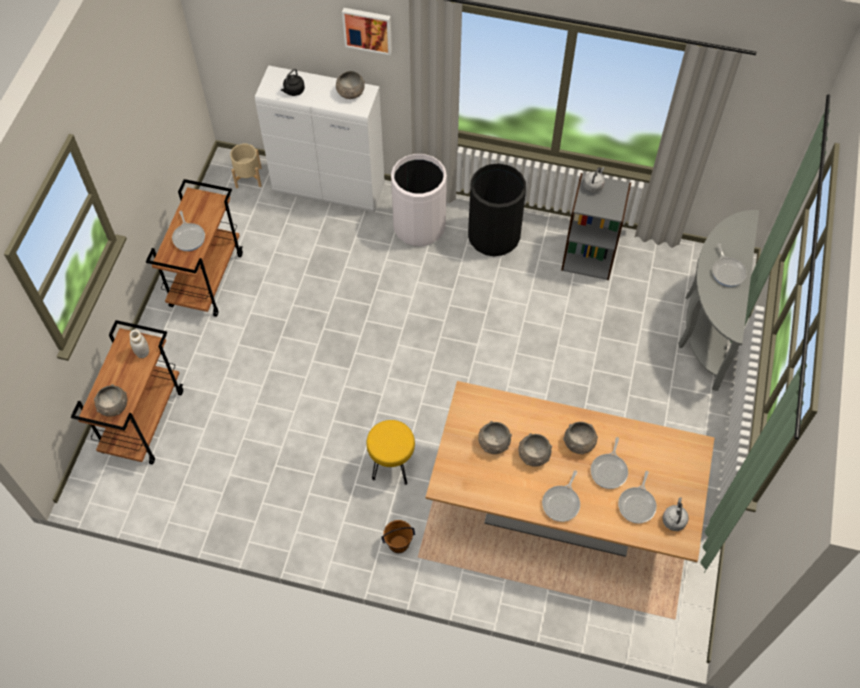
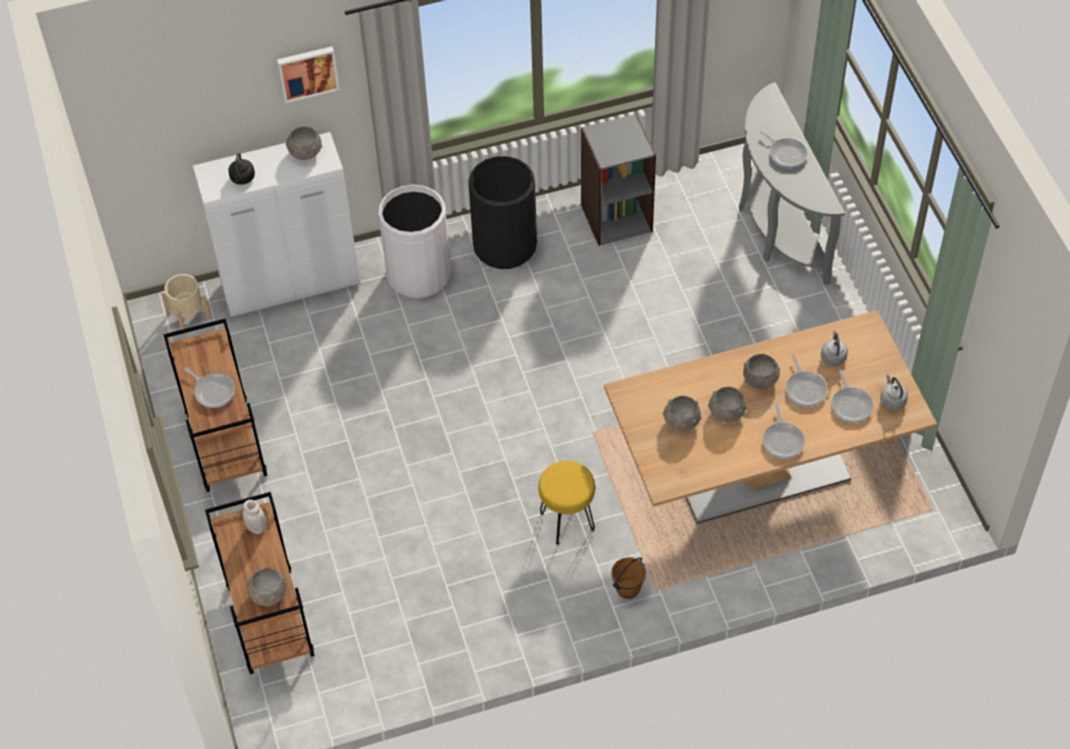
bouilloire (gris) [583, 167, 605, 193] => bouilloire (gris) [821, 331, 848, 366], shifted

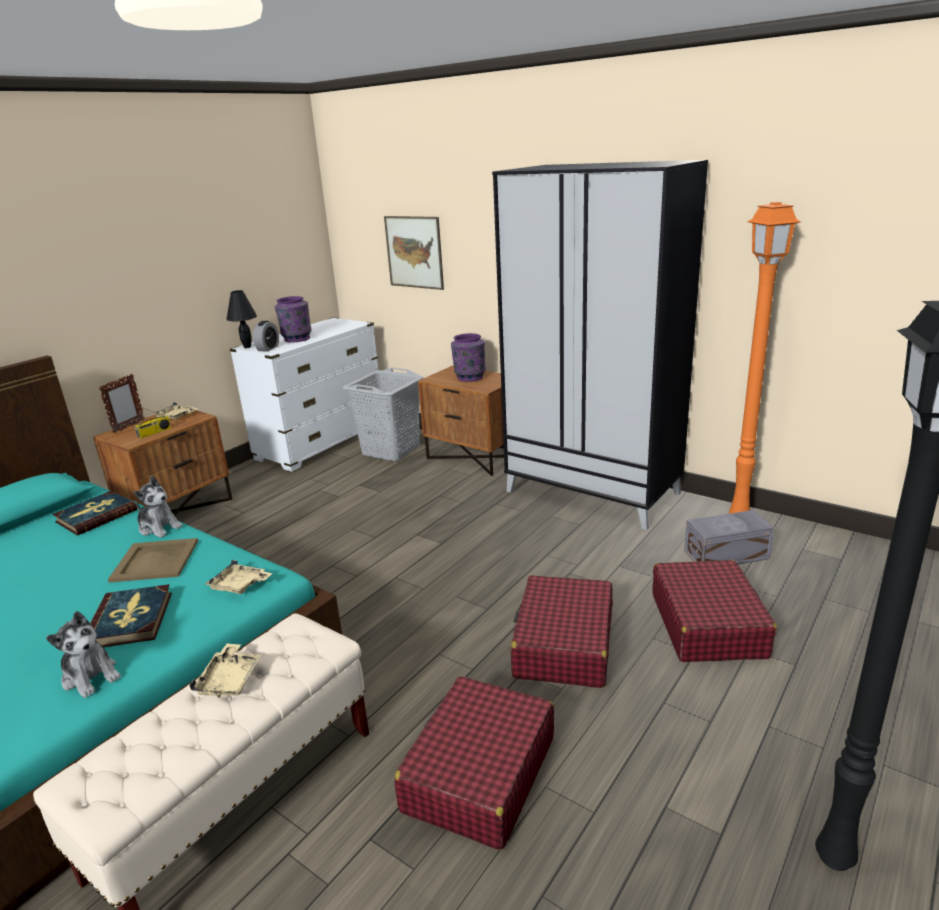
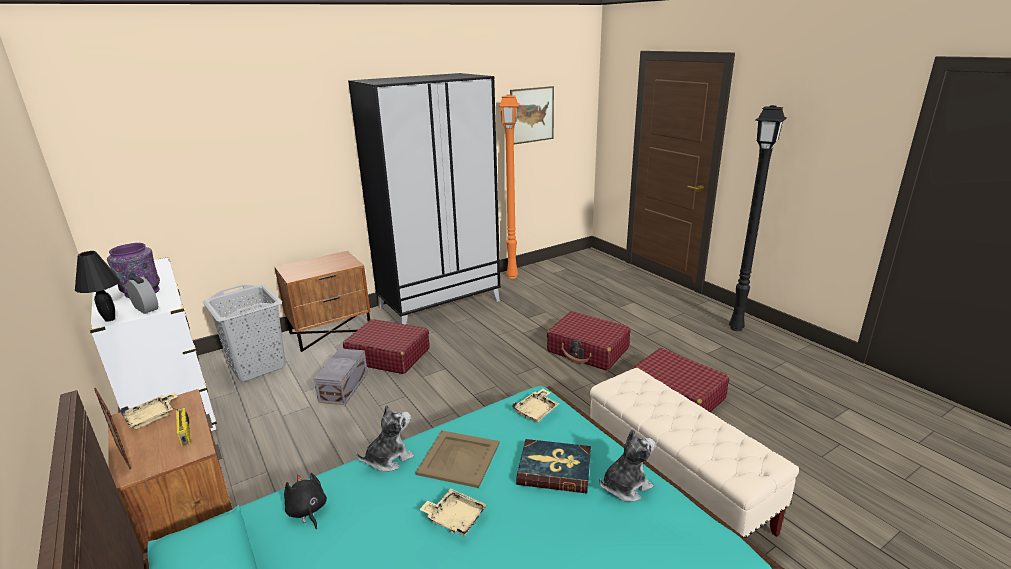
livre [53, 491, 137, 536] => peluche (noir) [284, 473, 327, 529]
boîte de rangement (gris) [684, 510, 774, 564] => boîte de rangement (gris) [314, 348, 368, 405], shifted
valise (rouge) [653, 560, 777, 662] => valise (rouge) [343, 319, 430, 374], shifted
plateau (beige) [189, 643, 262, 697] => plateau (beige) [419, 488, 487, 536], shifted
tableau [384, 216, 444, 290] => tableau [510, 86, 554, 145], shifted
vase (violet) [451, 333, 486, 382] => nothing

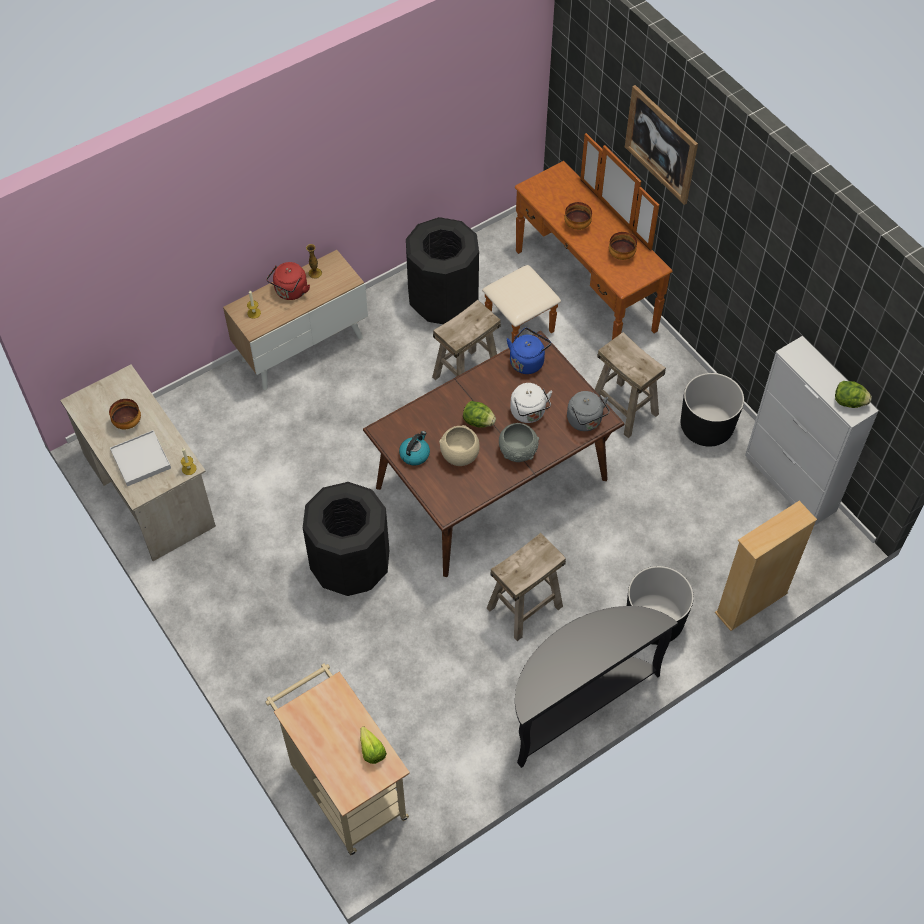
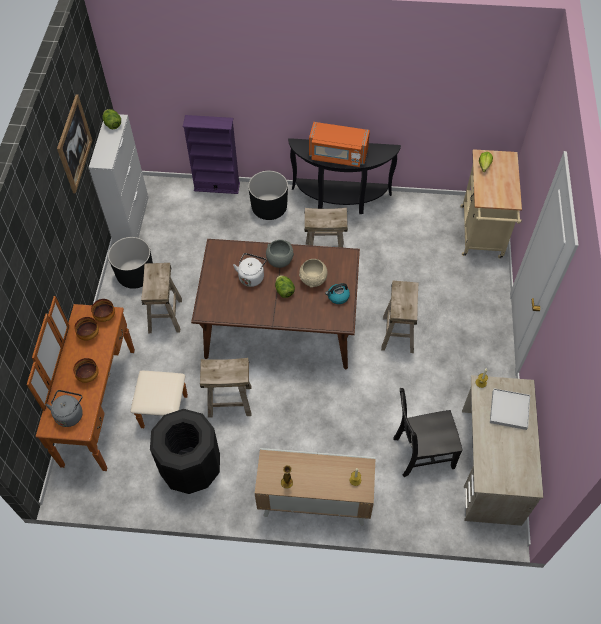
bouilloire (gris) [567, 391, 610, 431] => bouilloire (gris) [46, 390, 83, 427], shifted
tableau [625, 85, 698, 205] => tableau [57, 94, 92, 193], shifted
bol [109, 399, 141, 429] => bol [91, 299, 115, 322], shifted
bibliothèque (beige) [715, 501, 817, 631] => bibliothèque (violet) [182, 115, 240, 194]
nothing => micro-ondes (orange) [309, 122, 370, 167]
poubelle (noir) [303, 482, 389, 596] => tabouret (beige) [381, 281, 418, 353]
nothing => chaise (noir) [394, 388, 463, 477]
bouilloire (rouge) [266, 262, 310, 300] => nothing
bouilloire (bleu) [507, 328, 551, 374] => nothing

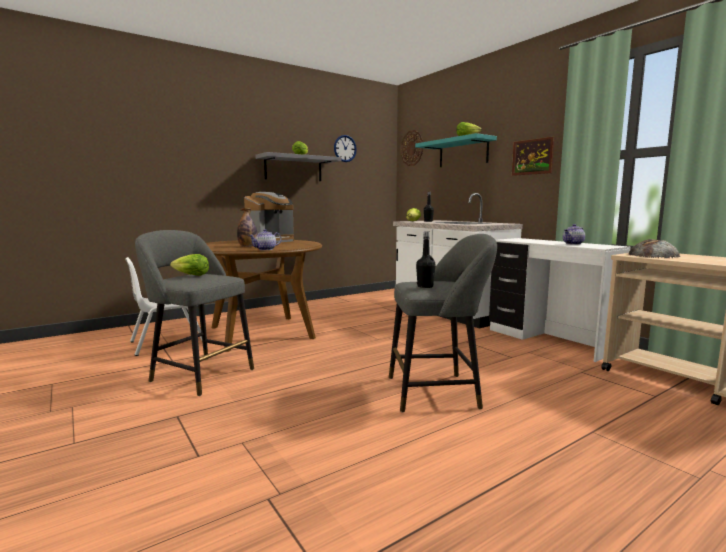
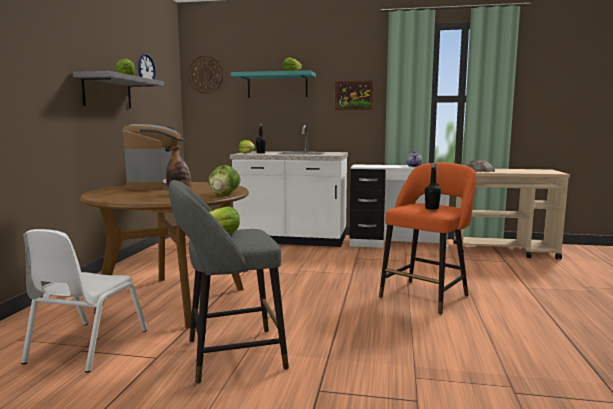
théière [248, 229, 281, 250] => laitue [208, 165, 241, 195]
tabouret (gris) [389, 234, 497, 412] => tabouret (orange) [379, 162, 476, 315]

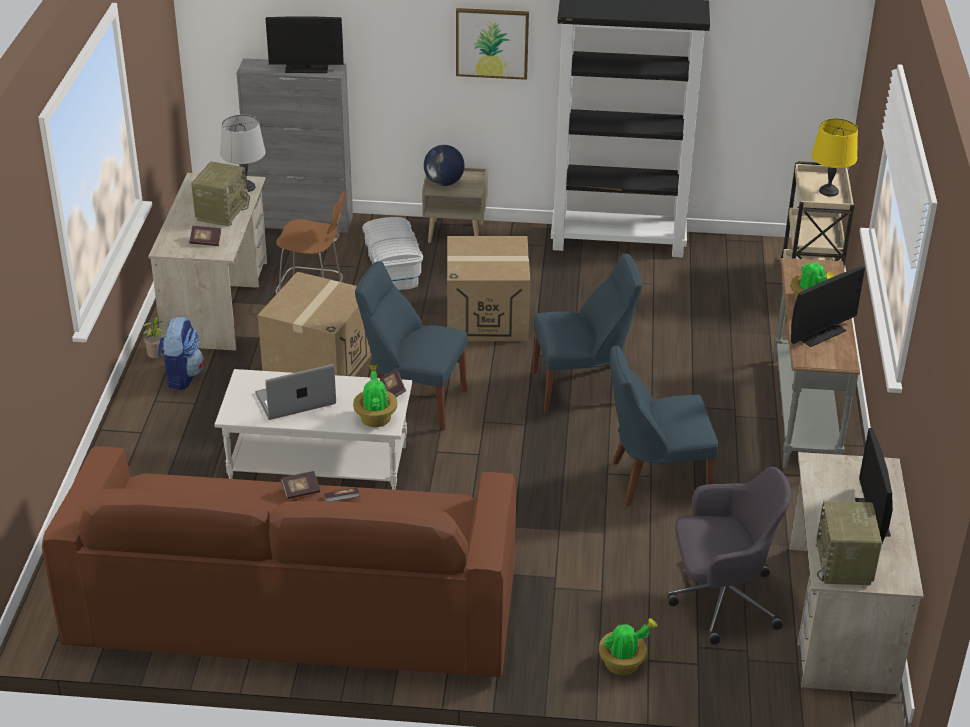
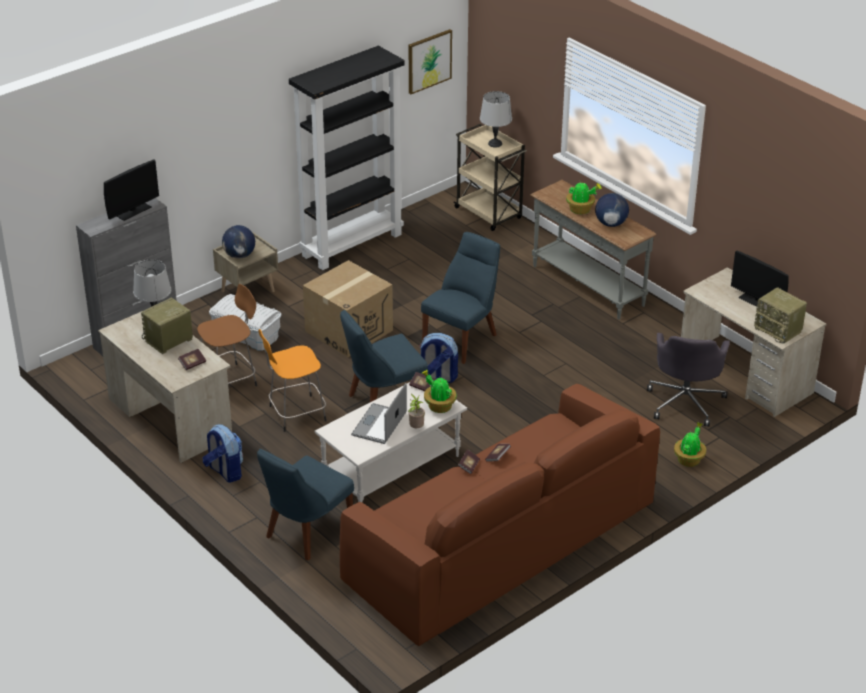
radio [191, 162, 250, 226] => radio [141, 298, 193, 354], 105 degrees counterclockwise
chaise (bleu) [610, 346, 718, 506] => chaise (bleu) [257, 449, 354, 560], shifted
carton [258, 272, 371, 376] => tabouret (orange) [258, 329, 327, 432]
plante en pot [143, 317, 164, 358] => plante en pot [408, 393, 425, 428], shifted
tableau [456, 8, 529, 80] => tableau [409, 29, 452, 94], shifted
nothing => sac à dos [420, 333, 458, 383]
lampe de table (jaune) [811, 118, 858, 197] => lampe de table (gris) [480, 91, 512, 147]
écran d'ordinateur [791, 266, 865, 347] => globe [595, 193, 629, 227]
chaise de bureau (gris) [668, 467, 791, 644] => chaise de bureau (gris) [647, 333, 730, 427], 150 degrees clockwise

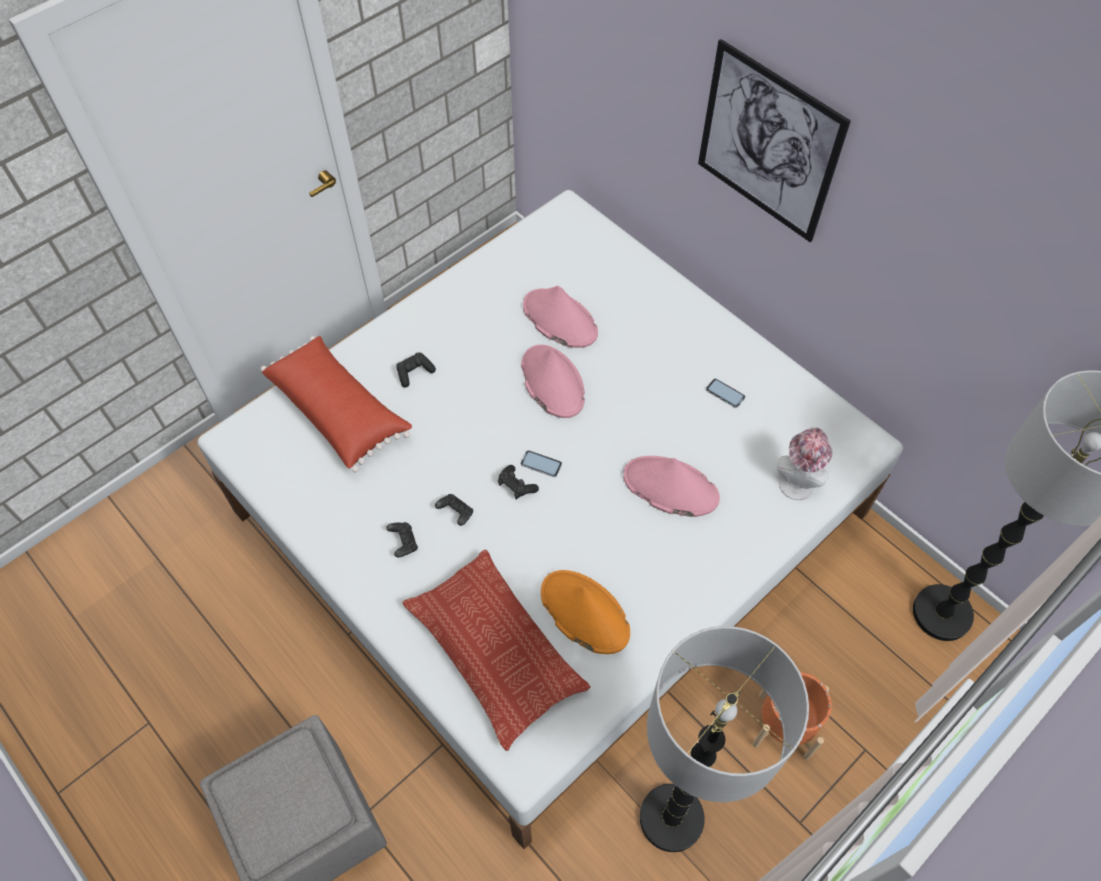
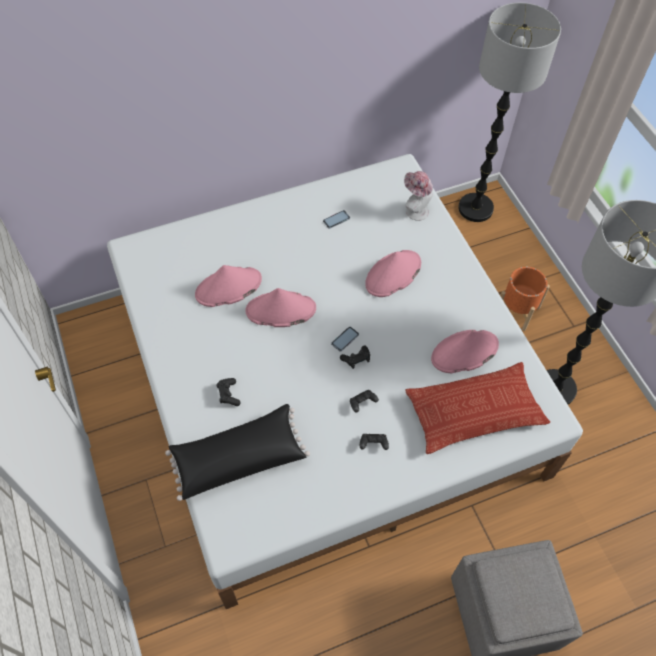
coussin (rouge) [261, 336, 412, 472] => coussin (noir) [165, 404, 310, 501]
chapeau (orange) [541, 570, 630, 654] => chapeau (rose) [431, 330, 499, 373]
tableau [698, 39, 851, 242] => nothing

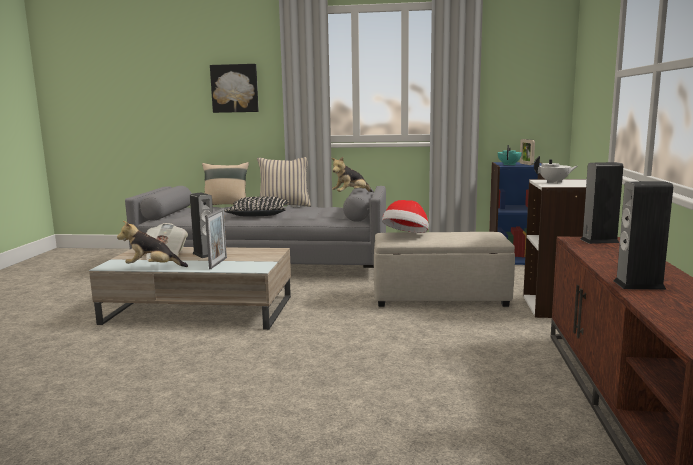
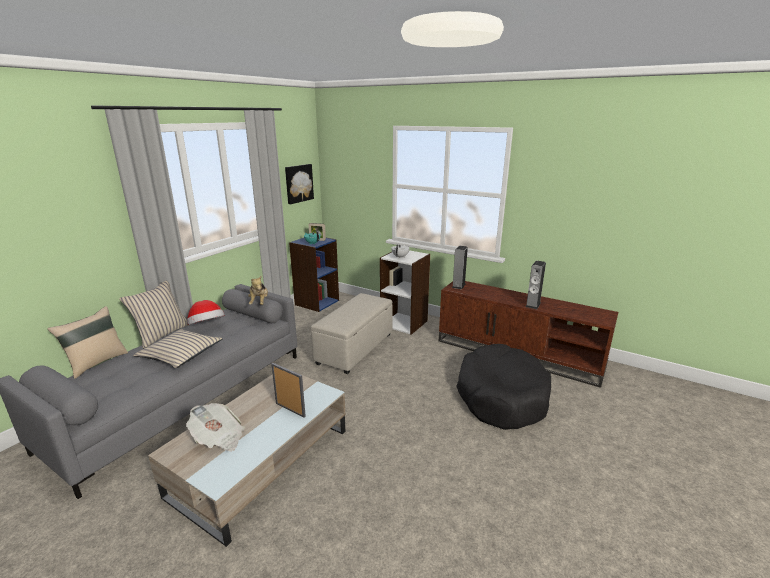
coussin (noir) [224, 196, 289, 216] => coussin (beige) [133, 329, 223, 368]
chapeau [382, 200, 429, 233] => chapeau [187, 300, 224, 325], shifted
tableau [210, 64, 259, 113] => tableau [285, 164, 314, 204], shifted
nothing => panier pour chien (noir) [456, 344, 551, 430]
peluche [117, 221, 188, 267] => nothing
enceinte [190, 193, 213, 258] => nothing

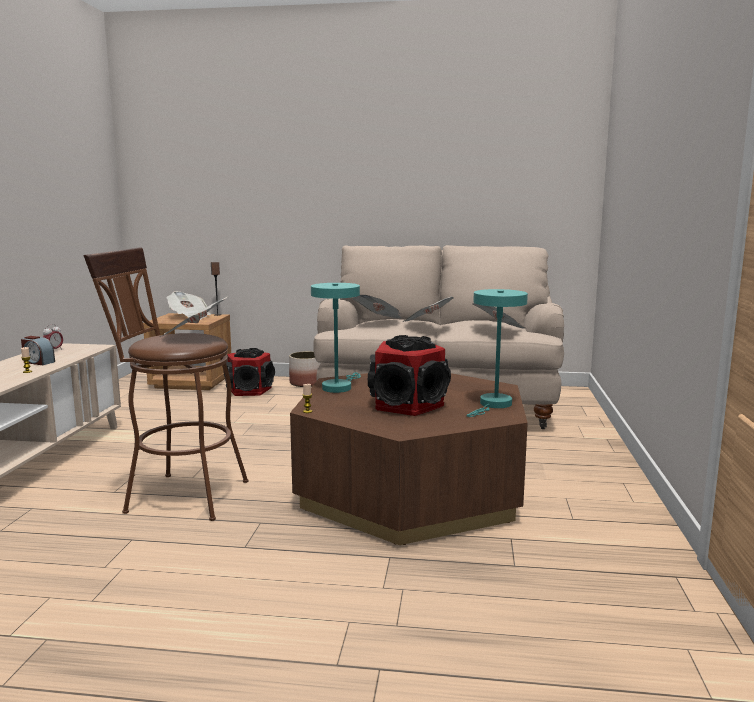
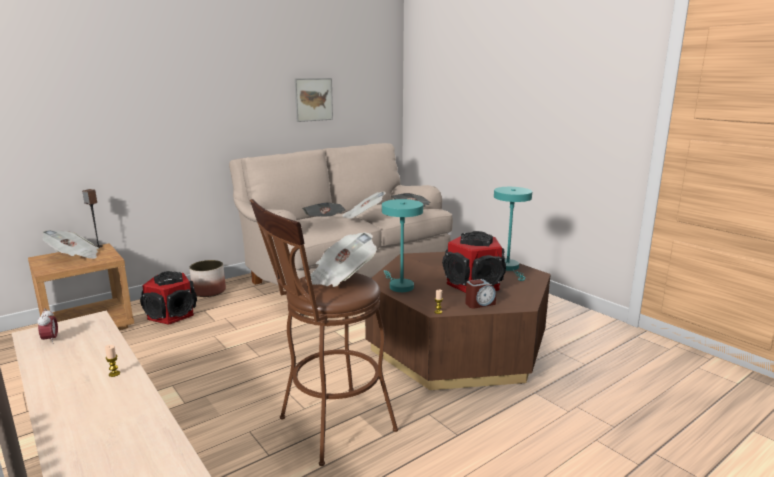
nothing => tableau [294, 78, 333, 122]
réveil [21, 336, 55, 365] => réveil [465, 279, 496, 308], shifted

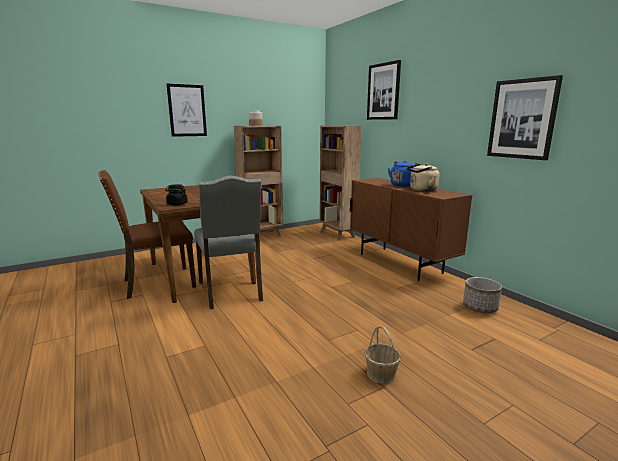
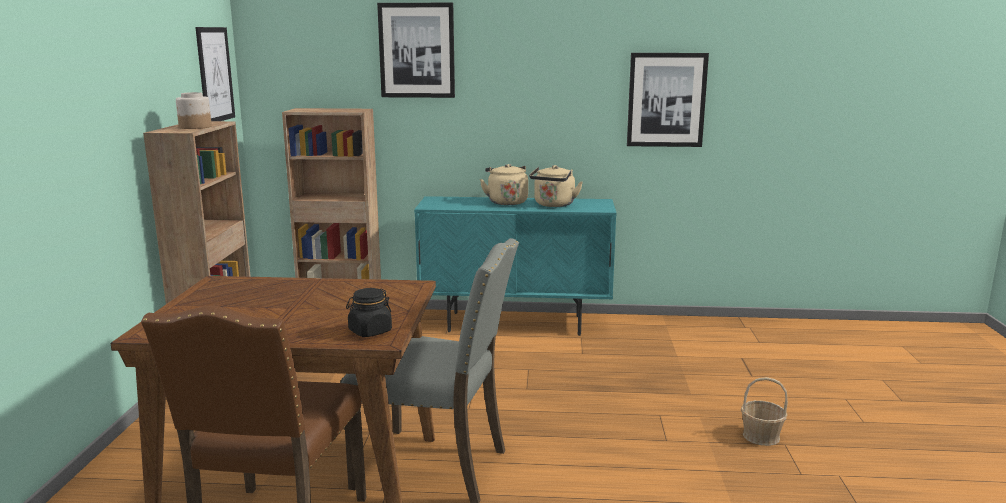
tableau [166, 84, 207, 137] => tableau [195, 27, 235, 121], shifted
meuble de rangement (marron) [350, 178, 472, 281] => meuble de rangement (turquoise) [414, 196, 617, 336]
bouilloire (bleu) [388, 161, 418, 187] => bouilloire (beige) [480, 164, 528, 205]
cache-pot [463, 277, 502, 314] => nothing

